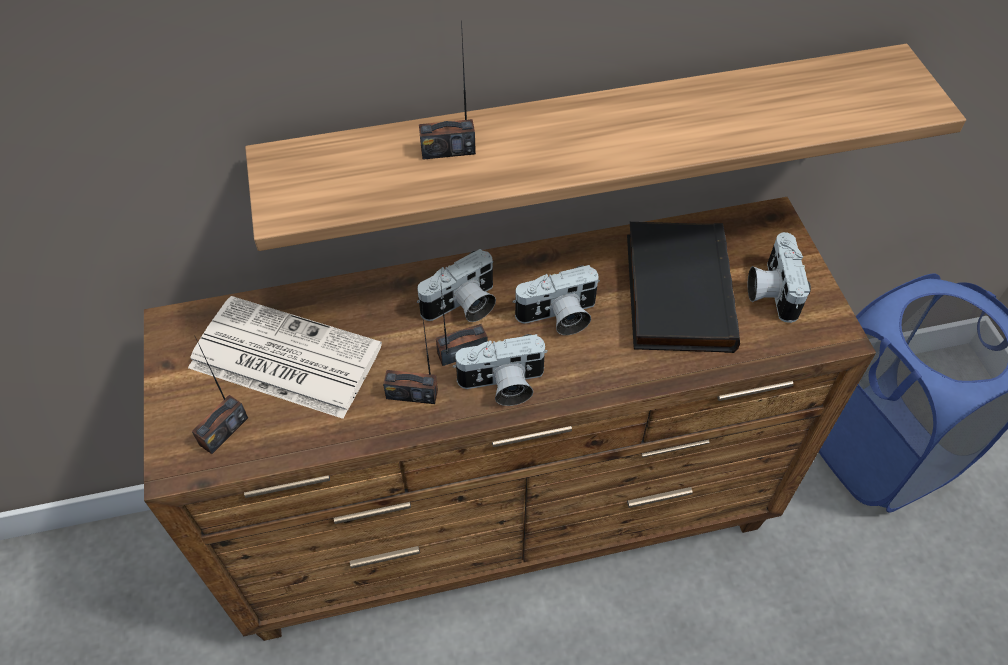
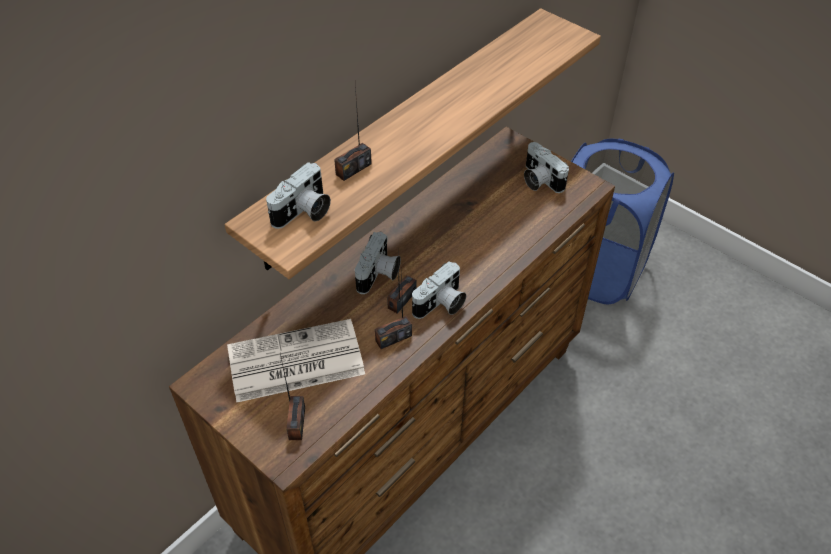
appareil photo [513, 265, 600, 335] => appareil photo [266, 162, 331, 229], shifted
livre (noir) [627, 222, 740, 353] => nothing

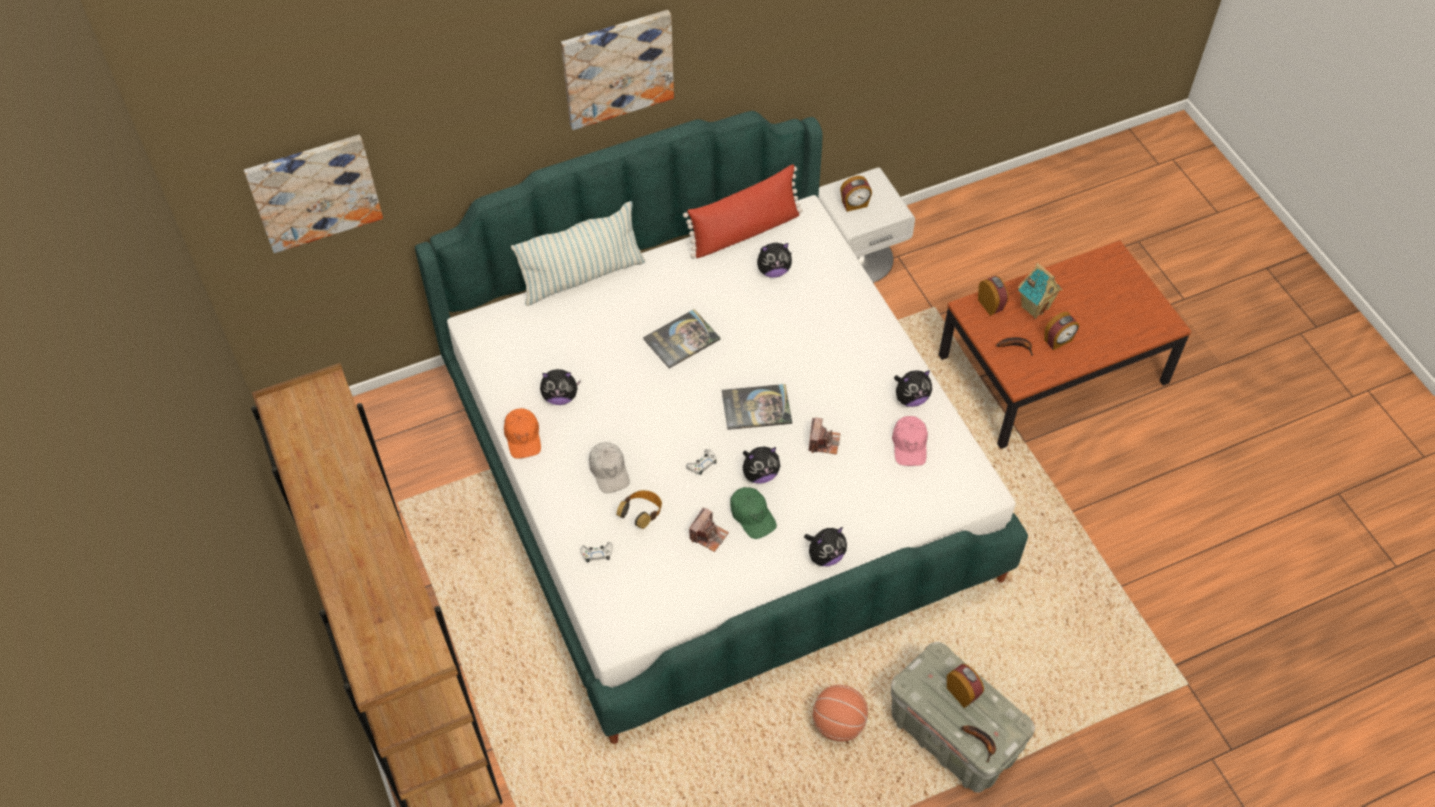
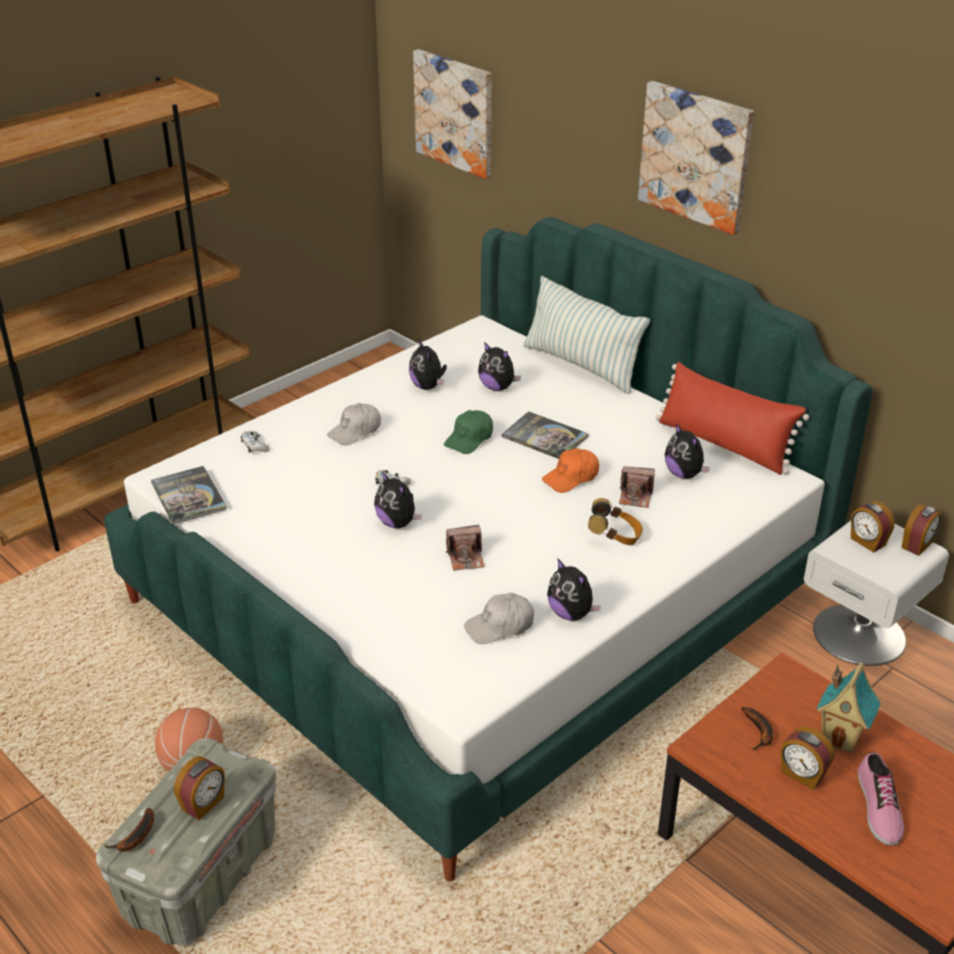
livre [722, 384, 792, 430] => livre [151, 466, 227, 524], shifted
casquette (vert) [730, 487, 777, 539] => casquette (vert) [444, 410, 493, 454], shifted
casquette (rose) [892, 416, 928, 466] => casquette (blanc) [464, 593, 534, 644]
peluche [804, 527, 847, 566] => peluche [478, 342, 521, 391], shifted
casquette (orange) [504, 408, 541, 459] => casquette (orange) [542, 448, 599, 493], shifted
casque audio [616, 490, 662, 529] => casque audio [588, 498, 643, 545], shifted
appareil photo [689, 507, 729, 552] => appareil photo [619, 466, 655, 508], shifted
nothing => chaussure [858, 752, 904, 845]
réveil [978, 276, 1009, 316] => réveil [901, 504, 941, 556], shifted

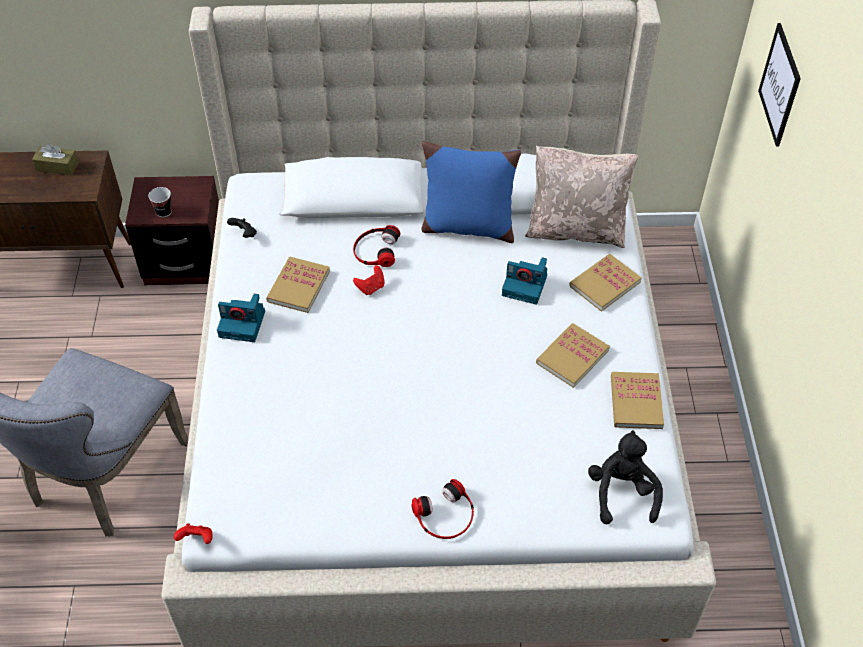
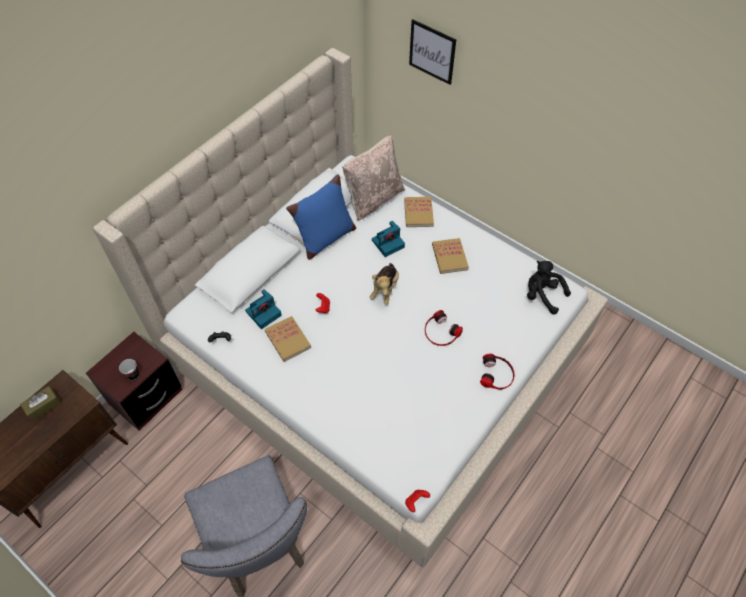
appareil photo [217, 294, 265, 342] => appareil photo [245, 289, 282, 329], shifted
nothing => peluche [370, 263, 399, 305]
casque audio [353, 225, 400, 267] => casque audio [425, 310, 463, 346], shifted
livre [611, 372, 664, 429] => nothing

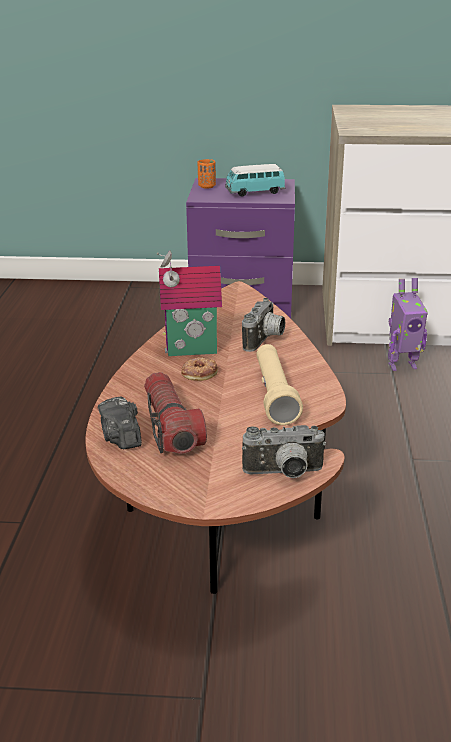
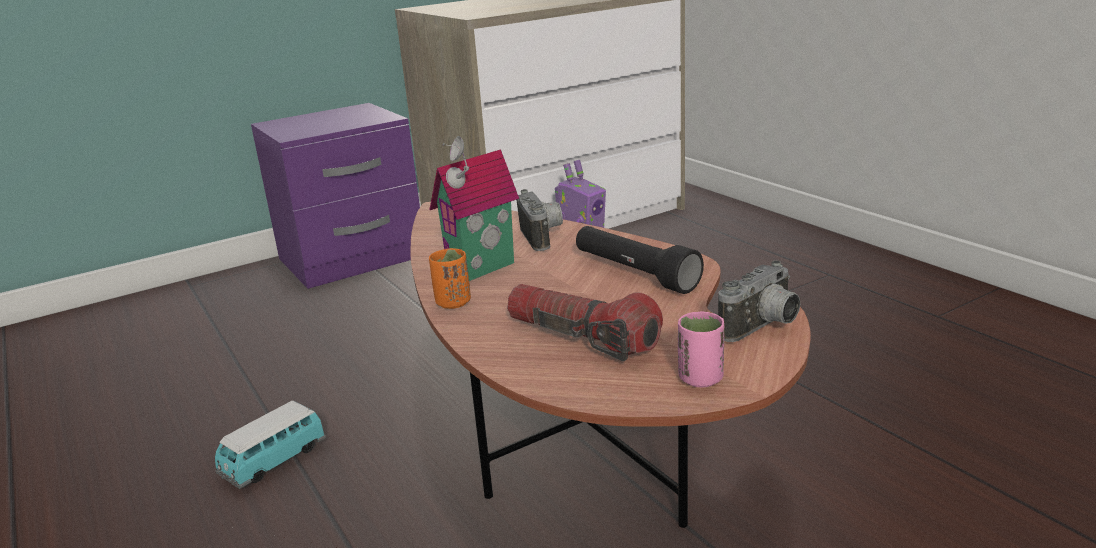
petite voiture [225, 164, 285, 197] => petite voiture [215, 400, 326, 489], shifted
tasse (orange) [198, 159, 216, 188] => tasse (orange) [429, 248, 471, 309], shifted
lampe de poche (beige) [256, 344, 303, 425] => lampe de poche (noir) [576, 226, 704, 294]
nothing => tasse (rose) [678, 312, 724, 388]
appareil photo [97, 396, 142, 449] => nothing
beignet [181, 357, 218, 381] => nothing

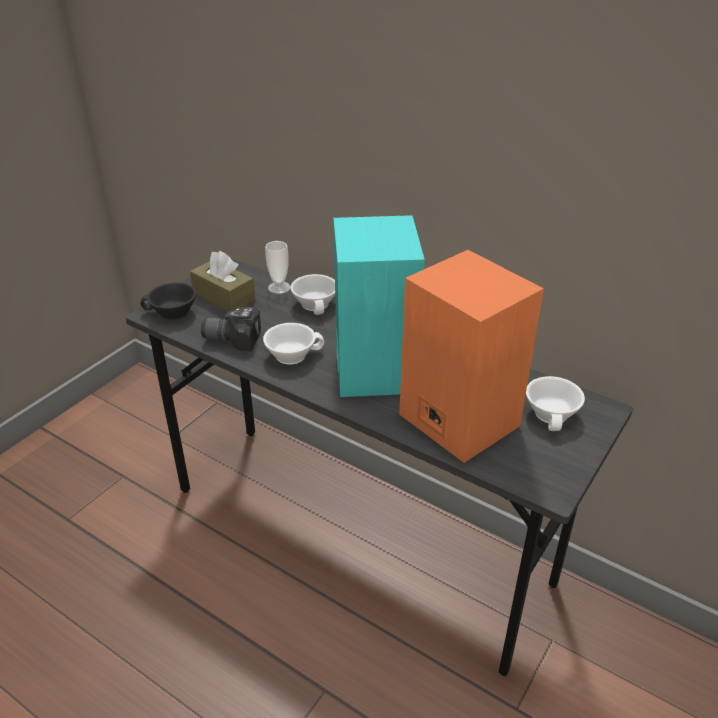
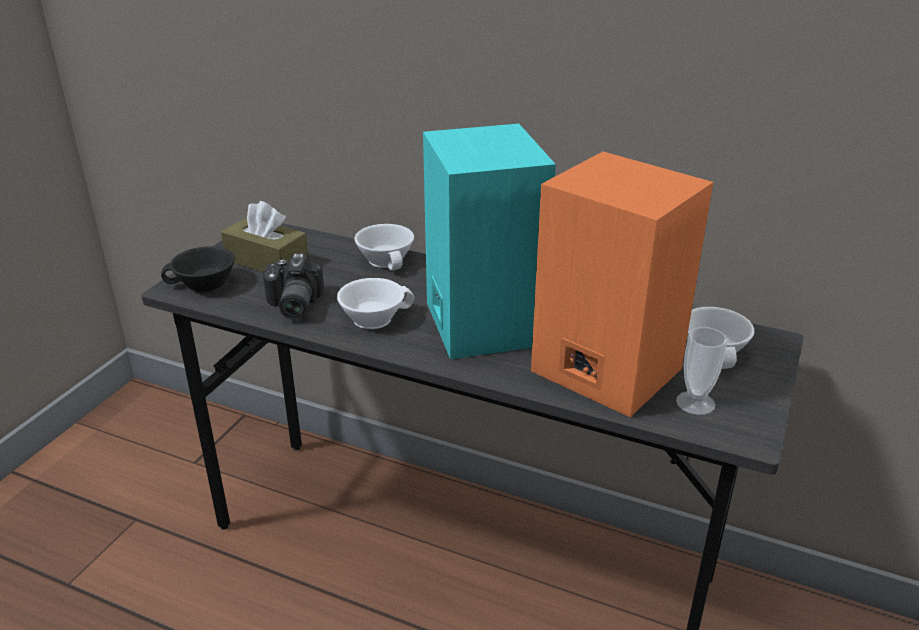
appareil photo [201, 307, 261, 352] => appareil photo [263, 253, 324, 320], 90 degrees counterclockwise
tasse [265, 241, 291, 294] => tasse [676, 327, 727, 415], shifted

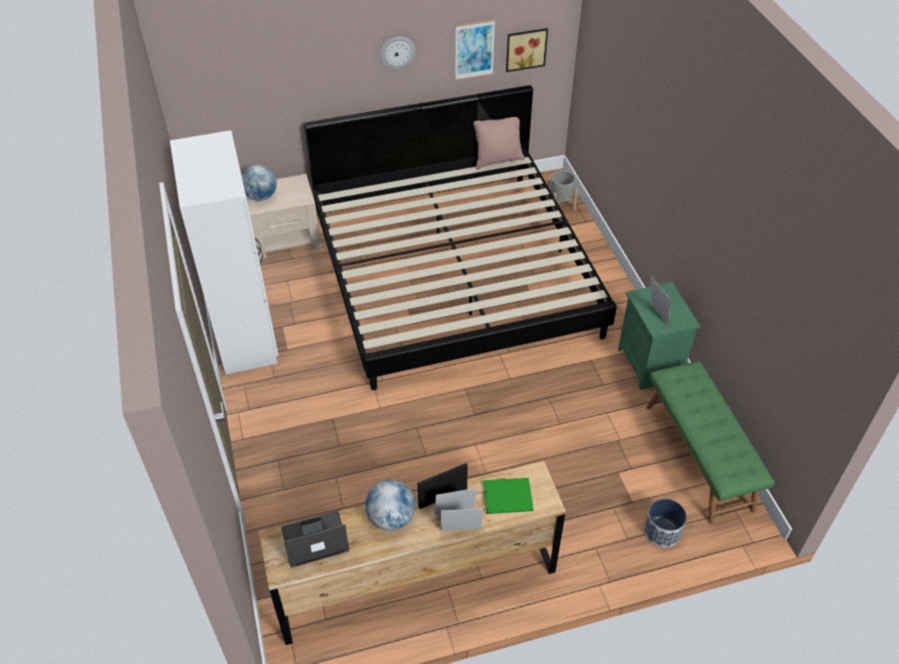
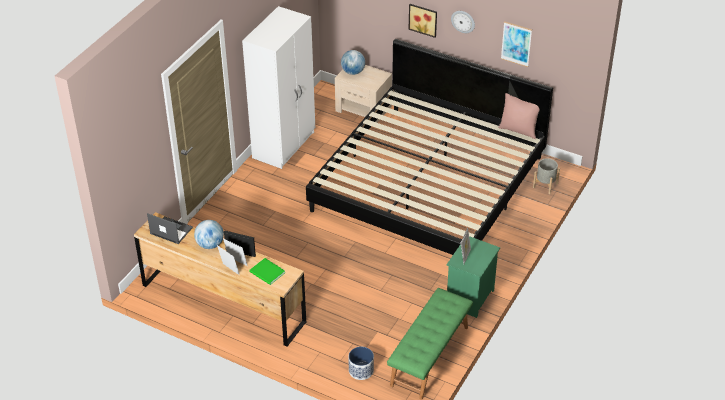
tableau [506, 28, 548, 72] => tableau [408, 4, 437, 38], shifted

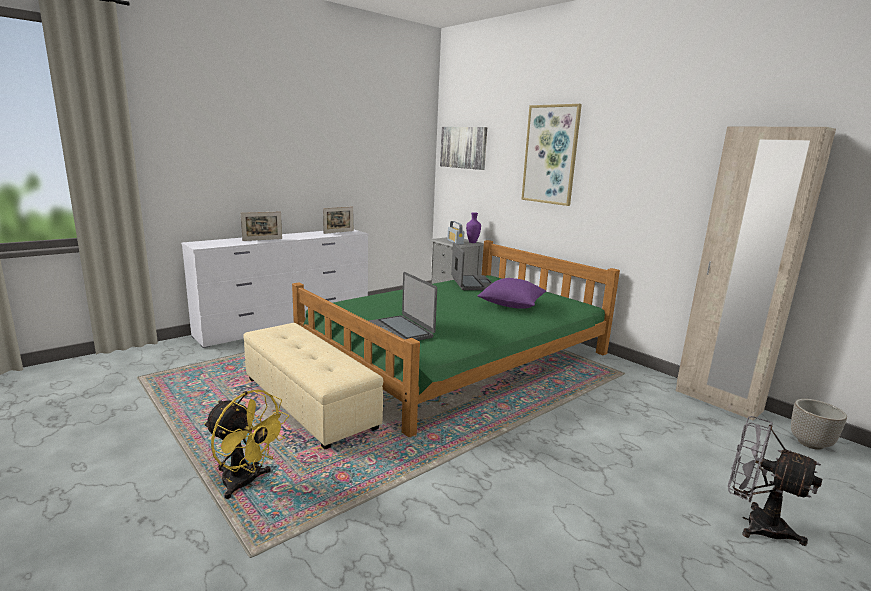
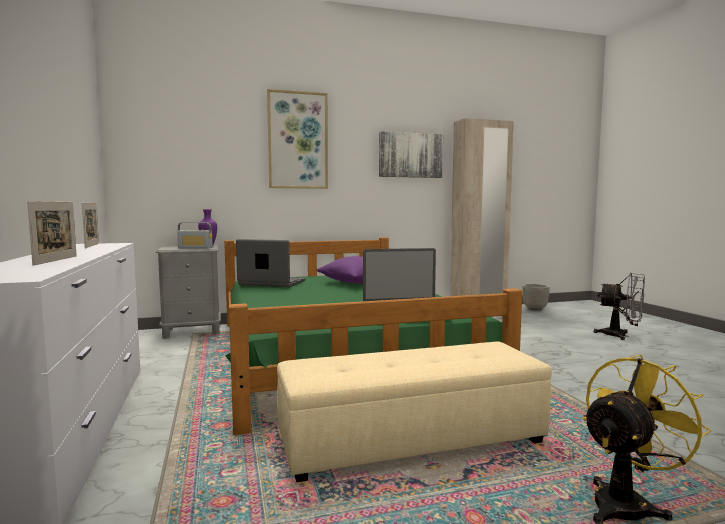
tableau [440, 127, 487, 170] => tableau [379, 131, 443, 178], shifted
ventilateur (gris) [728, 416, 822, 546] => ventilateur (gris) [594, 273, 645, 340], 120 degrees counterclockwise

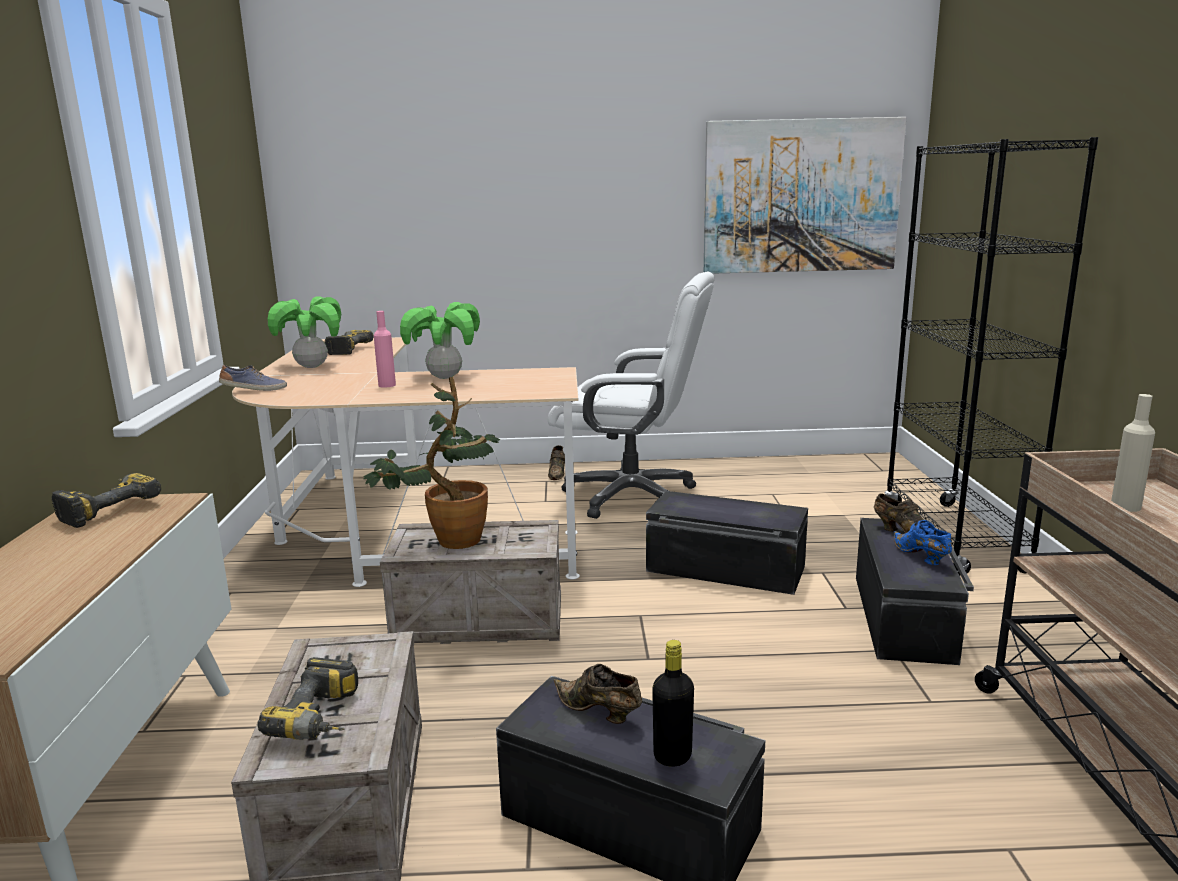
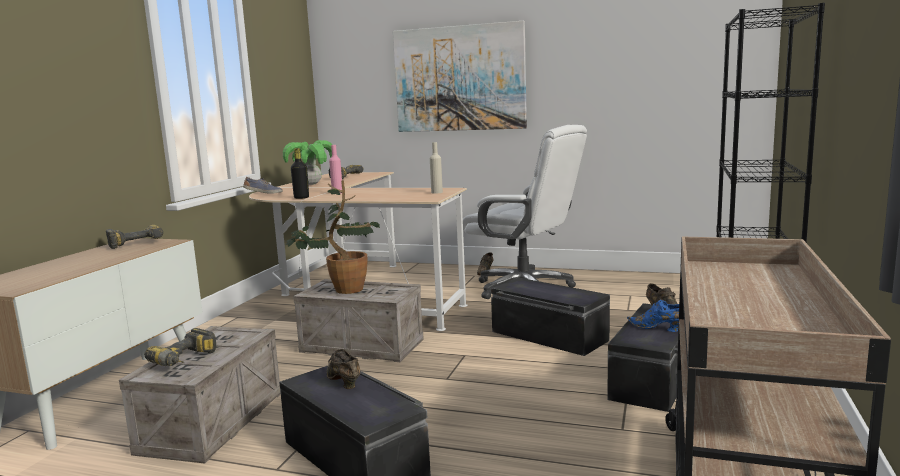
bouteille (noir) [652, 640, 694, 767] => bouteille (noir) [291, 148, 309, 199], shifted
tableau [704, 117, 906, 274] => tableau [393, 21, 527, 132], shifted
bouteille (beige) [1111, 394, 1155, 512] => bouteille (beige) [430, 142, 443, 194], shifted
chaussure (bleu) [893, 520, 952, 565] => chaussure (bleu) [627, 300, 679, 332], 60 degrees counterclockwise
plante en pot [400, 302, 480, 379] => nothing

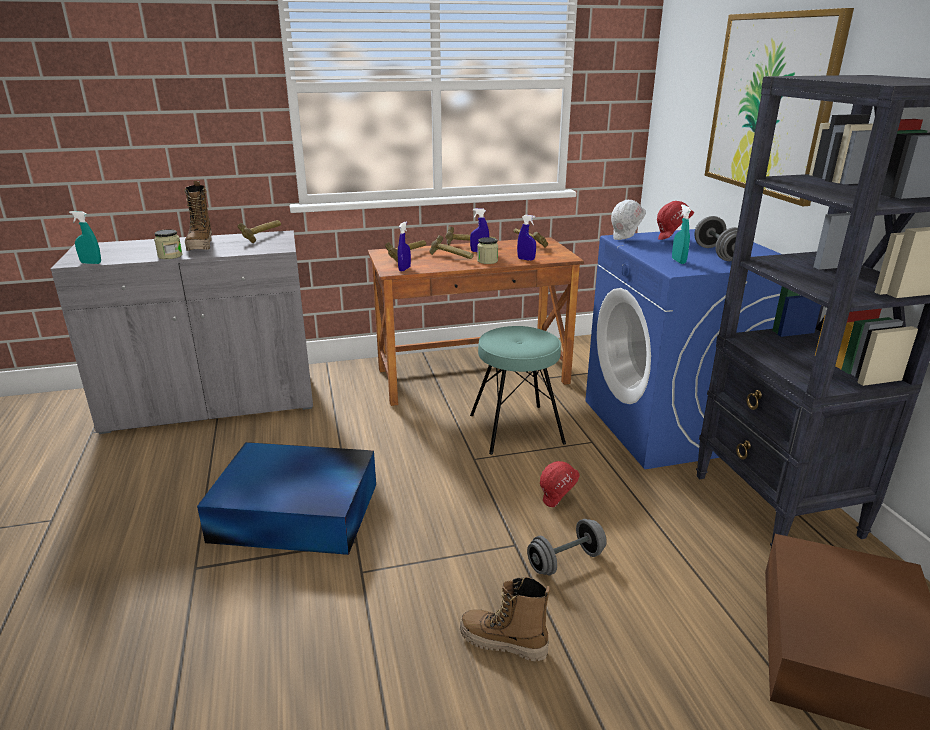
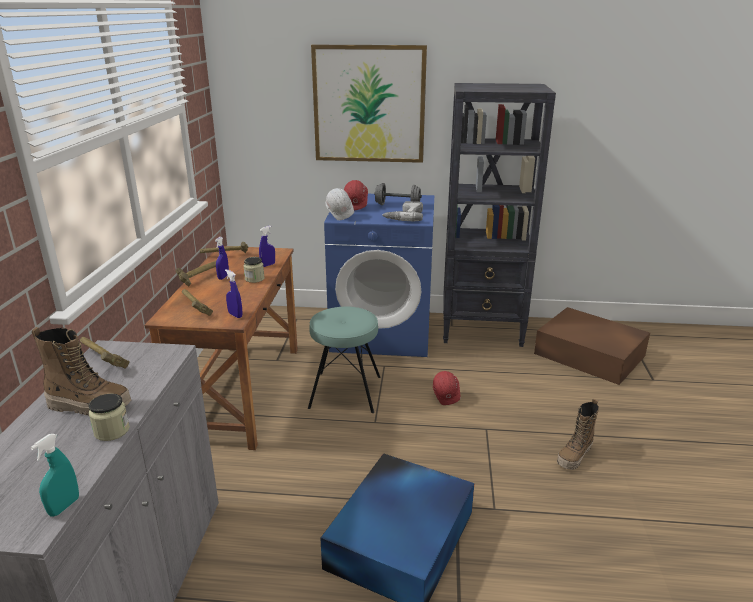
vaporisateur (turquoise) [672, 204, 691, 264] => perceuse [383, 201, 423, 221]
marteau [429, 235, 474, 259] => nothing
haltère (gris) [527, 519, 607, 575] => nothing

